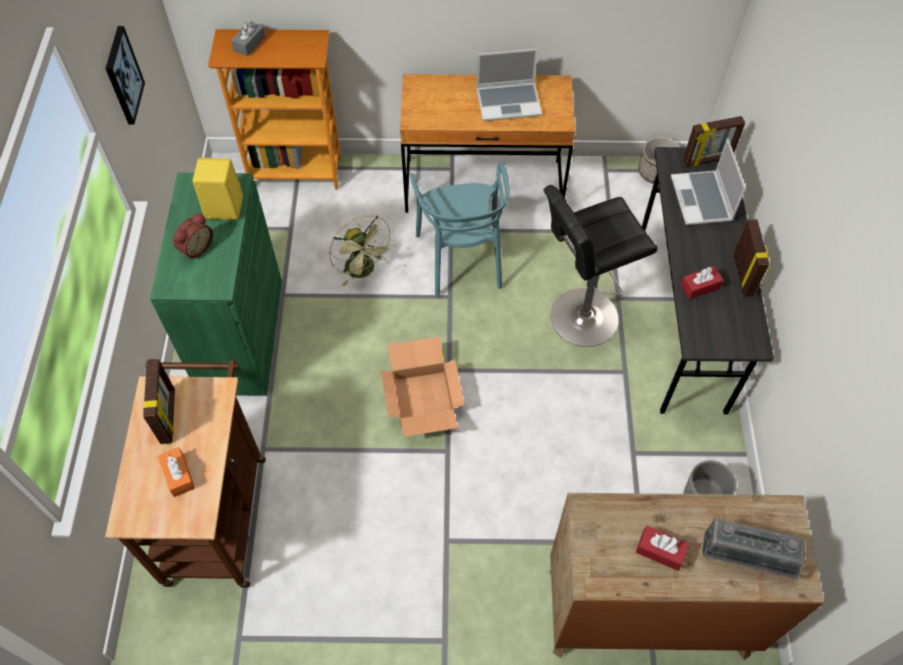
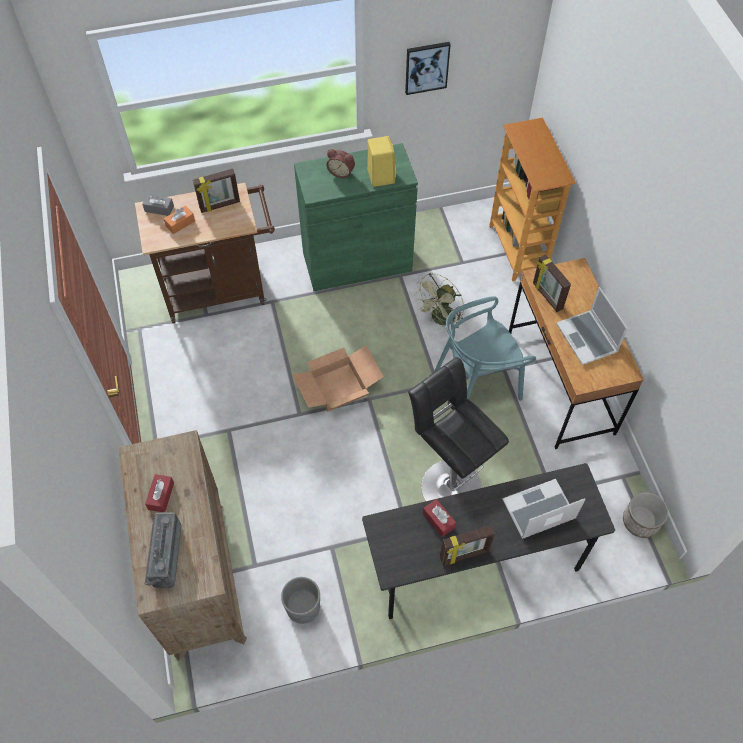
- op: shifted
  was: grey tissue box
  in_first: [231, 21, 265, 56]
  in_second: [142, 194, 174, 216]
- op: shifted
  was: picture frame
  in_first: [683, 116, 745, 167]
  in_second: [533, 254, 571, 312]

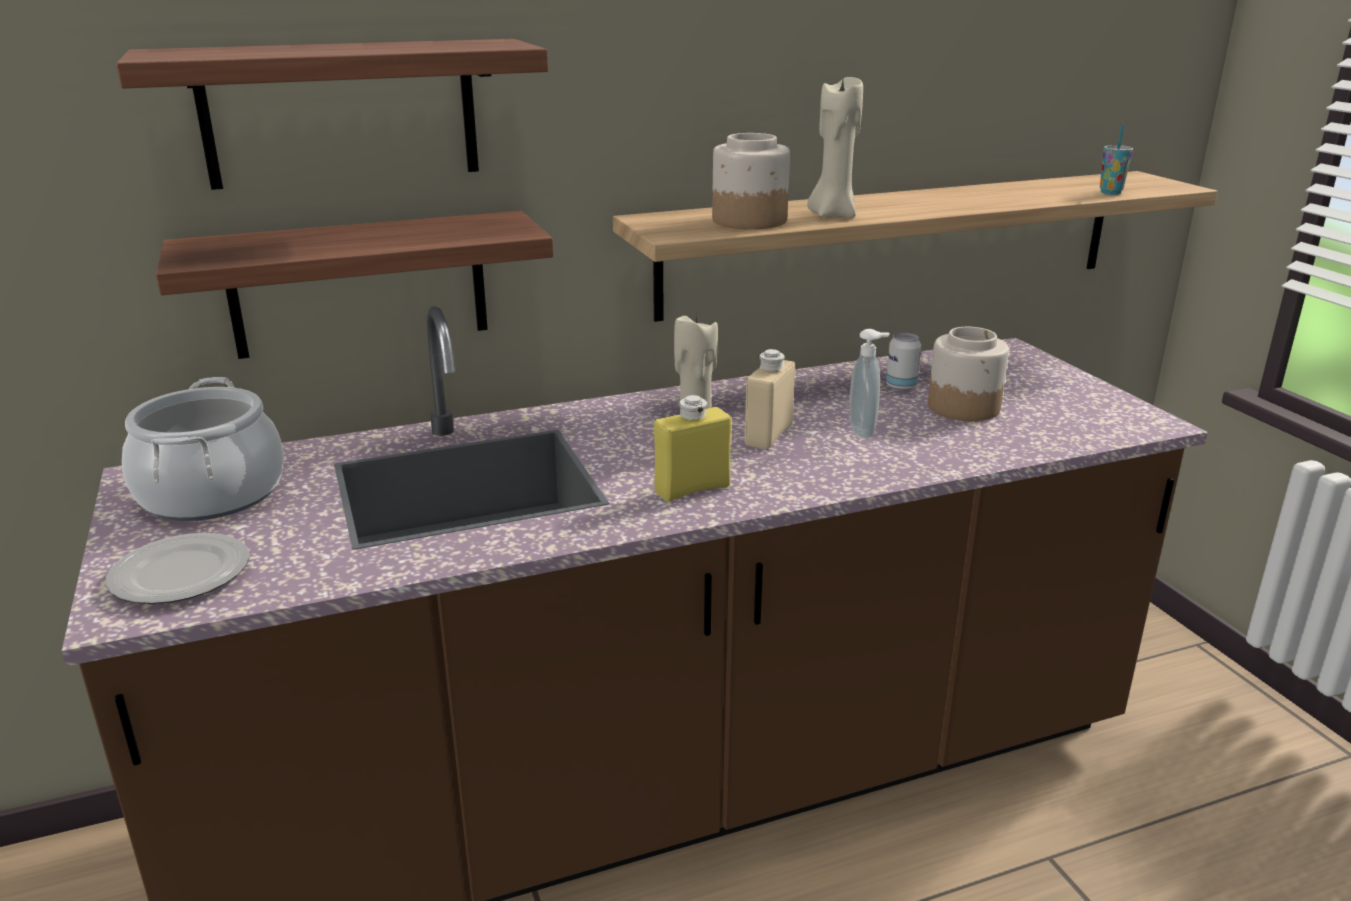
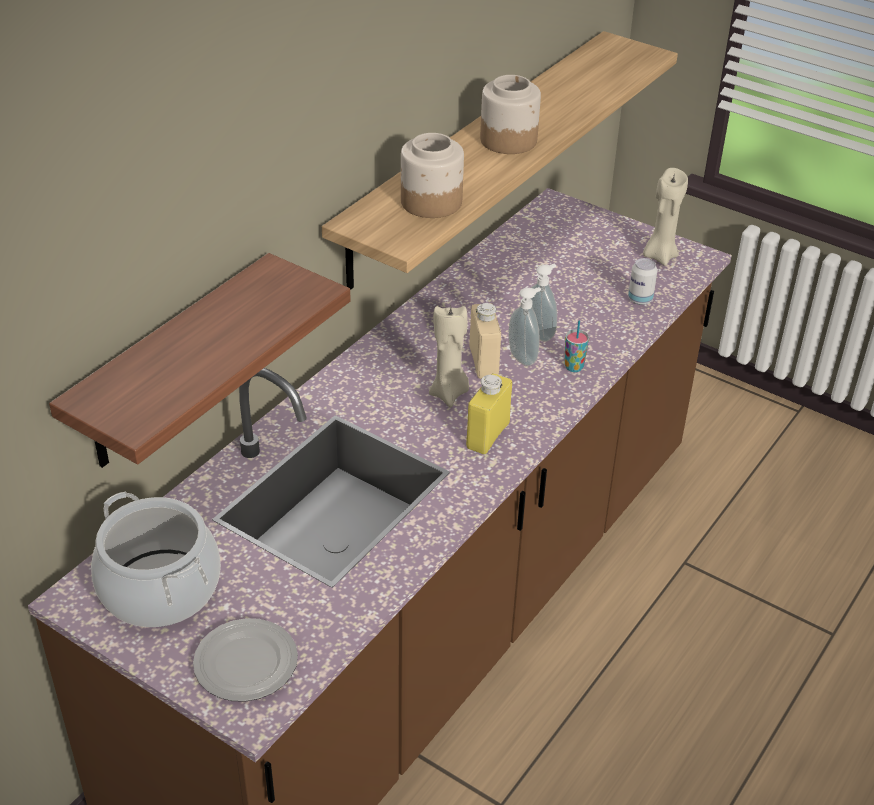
- op: gone
  was: shelf
  in_first: [116, 39, 548, 190]
- op: new
  now: soap dispenser
  in_second: [508, 287, 541, 366]
- op: shifted
  was: beige candle
  in_first: [807, 77, 863, 218]
  in_second: [643, 168, 688, 266]
- op: shifted
  was: can
  in_first: [886, 333, 921, 391]
  in_second: [628, 258, 658, 305]
- op: shifted
  was: jar
  in_first: [928, 327, 1009, 421]
  in_second: [480, 75, 541, 154]
- op: shifted
  was: cup
  in_first: [1100, 125, 1133, 195]
  in_second: [564, 320, 589, 372]

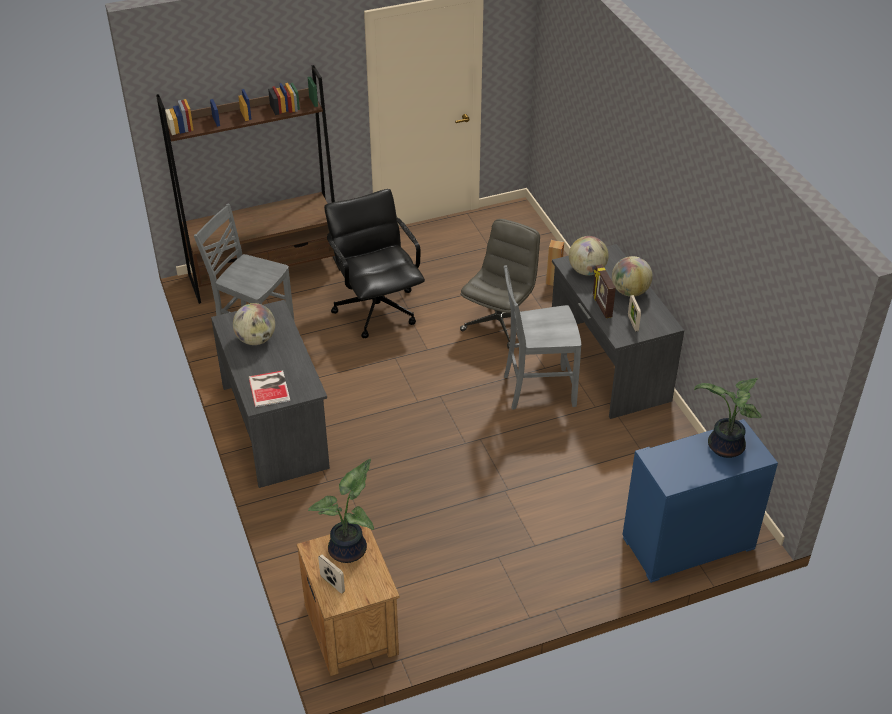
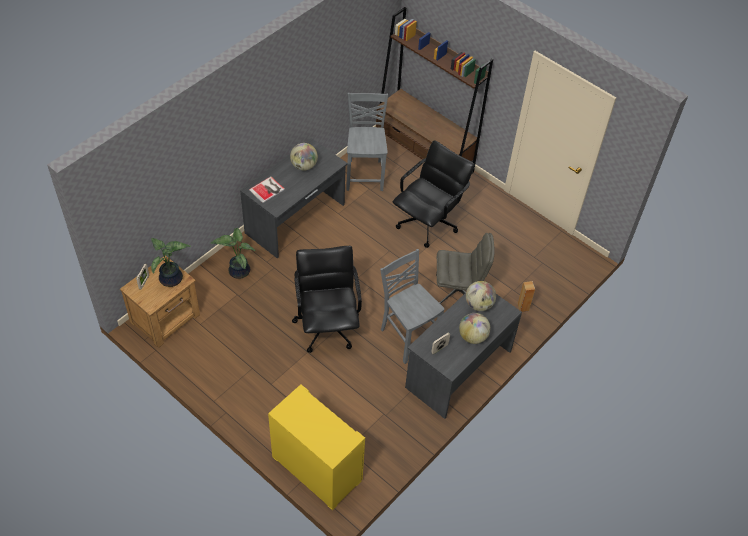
- op: gone
  was: picture frame
  in_first: [593, 264, 616, 318]
- op: new
  now: black office chair
  in_second: [292, 246, 362, 353]
- op: shifted
  was: potted plant
  in_first: [694, 378, 762, 458]
  in_second: [210, 228, 256, 279]
- op: repainted
  was: blue dresser
  now: yellow dresser
  in_first: [622, 419, 778, 583]
  in_second: [268, 385, 365, 510]

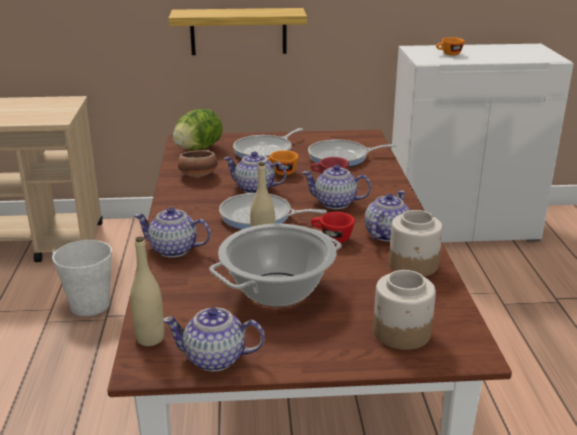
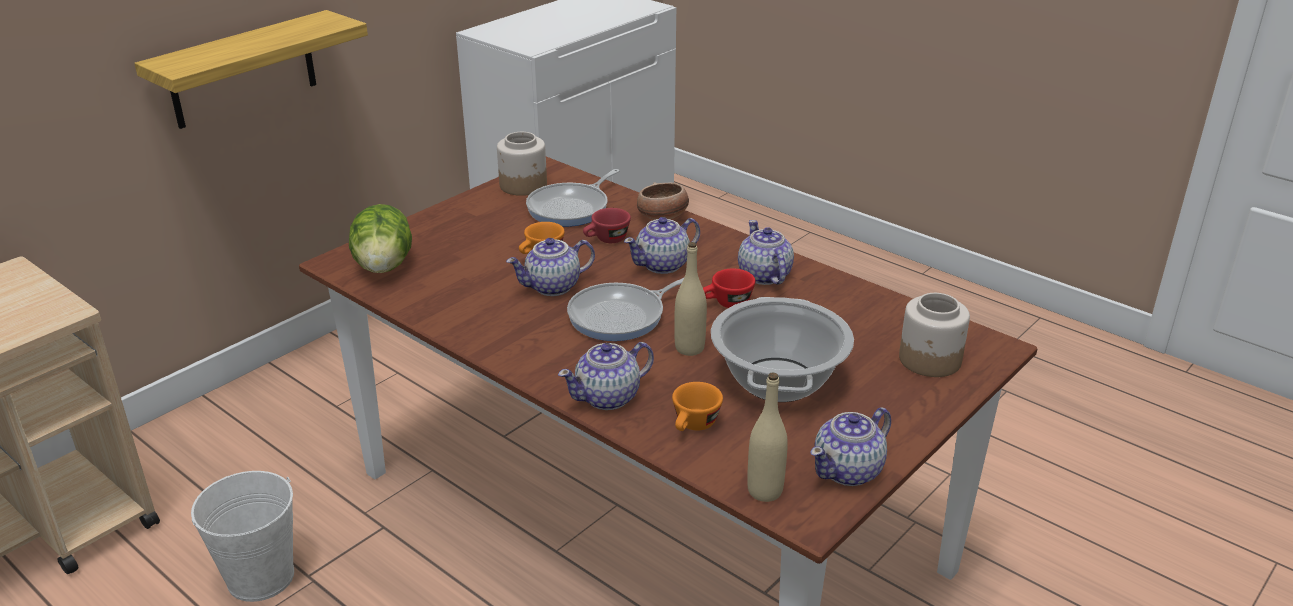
- op: gone
  was: frying pan
  in_first: [233, 128, 303, 158]
- op: shifted
  was: bowl
  in_first: [178, 150, 218, 177]
  in_second: [637, 182, 689, 220]
- op: shifted
  was: jar
  in_first: [389, 210, 443, 277]
  in_second: [497, 132, 547, 196]
- op: shifted
  was: orange cup
  in_first: [436, 37, 465, 55]
  in_second: [672, 382, 723, 431]

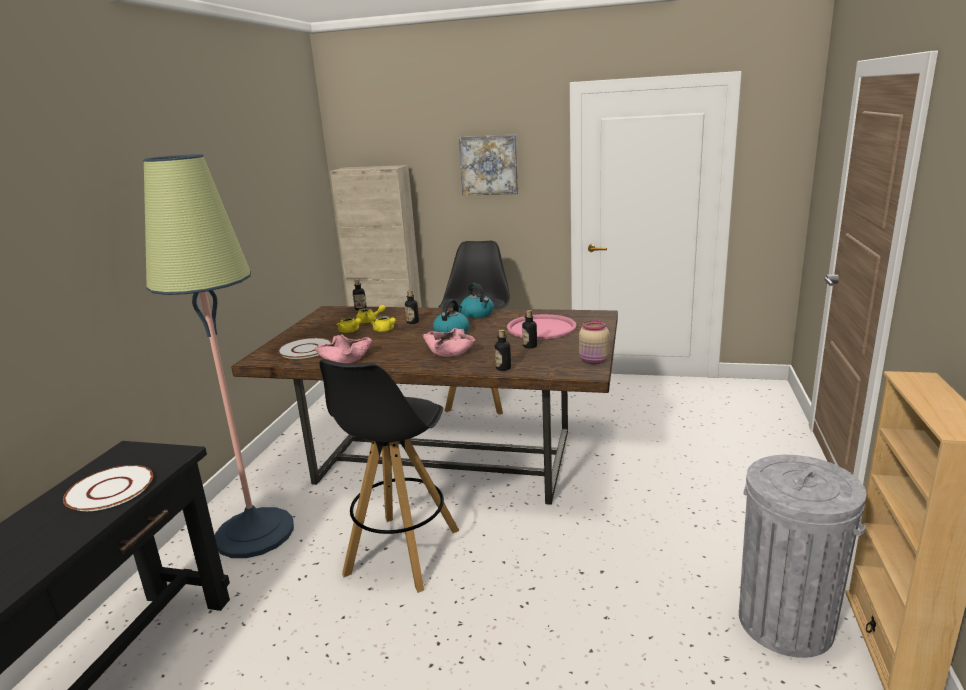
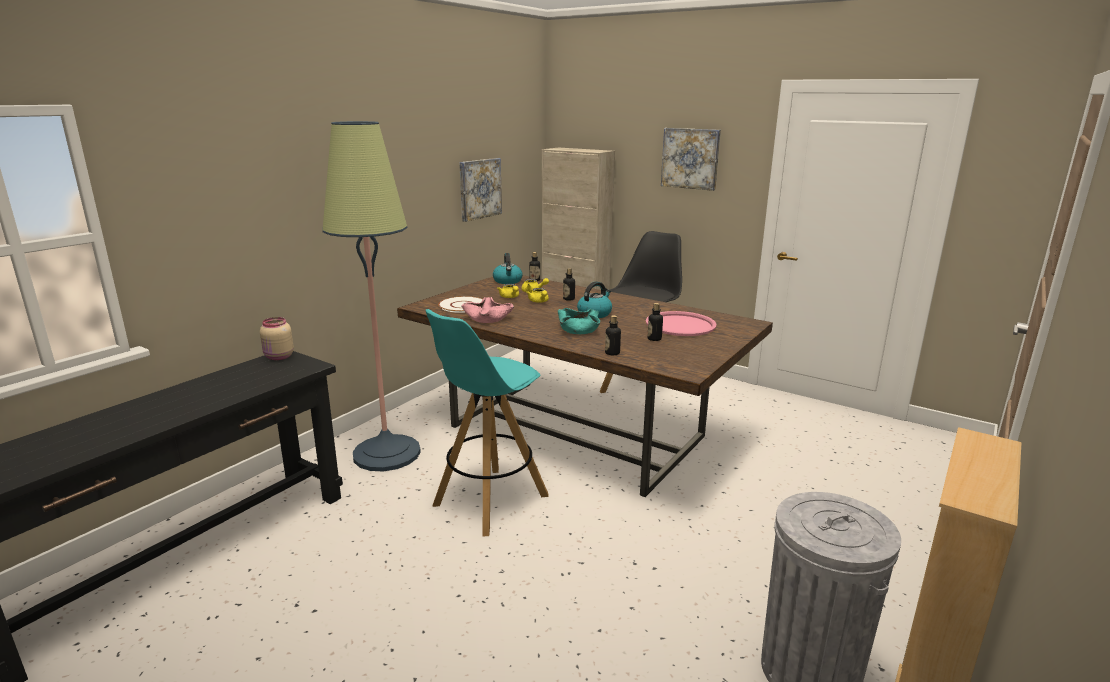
- op: gone
  was: white plate
  in_first: [63, 465, 153, 511]
- op: new
  now: picture
  in_second: [459, 158, 502, 222]
- op: shifted
  was: kettle
  in_first: [460, 283, 494, 318]
  in_second: [493, 253, 523, 284]
- op: shifted
  was: beige jar
  in_first: [579, 320, 610, 364]
  in_second: [260, 317, 294, 360]
- op: repainted
  was: black stool
  now: turquoise stool
  in_first: [319, 359, 460, 593]
  in_second: [425, 309, 549, 537]
- op: repainted
  was: pink bowl
  now: turquoise bowl
  in_first: [423, 328, 475, 357]
  in_second: [558, 308, 600, 334]

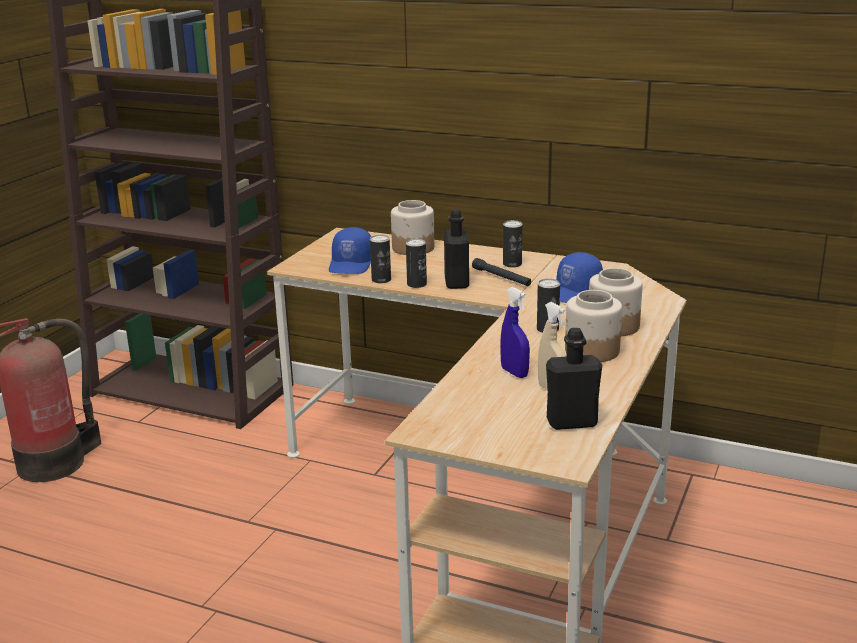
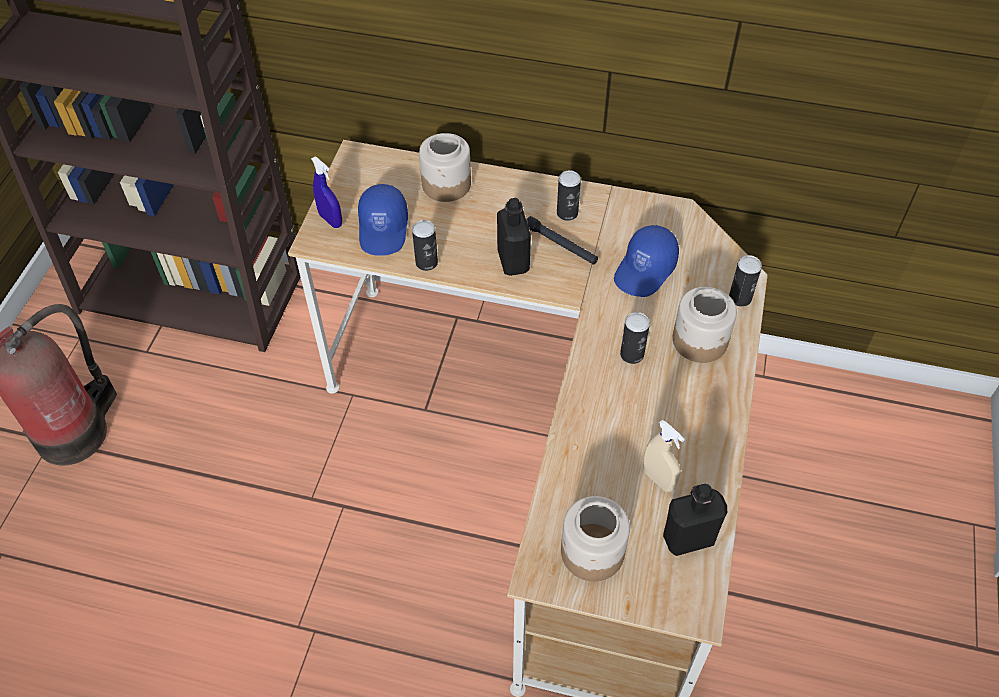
- op: shifted
  was: can
  in_first: [406, 239, 427, 288]
  in_second: [729, 255, 762, 307]
- op: shifted
  was: blue spray bottle
  in_first: [500, 287, 530, 378]
  in_second: [311, 157, 342, 228]
- op: shifted
  was: jar
  in_first: [565, 290, 622, 362]
  in_second: [561, 496, 630, 581]

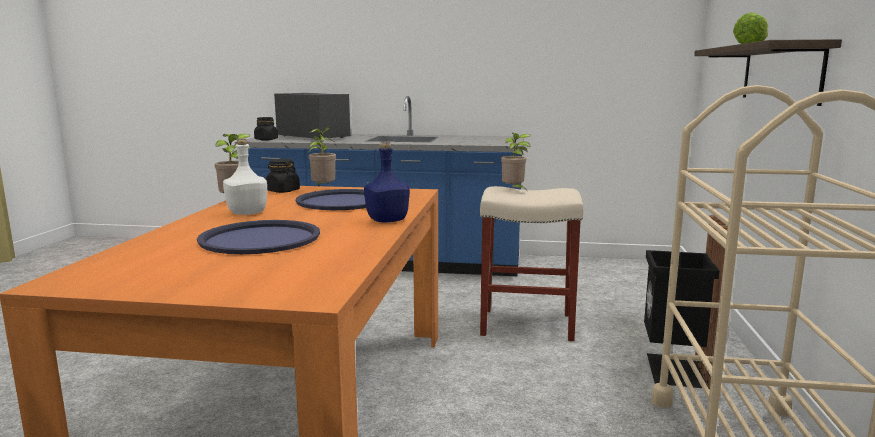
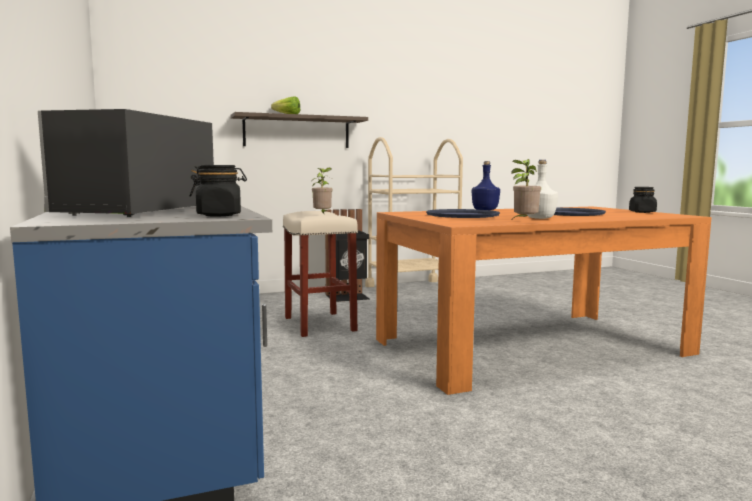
- op: gone
  was: potted plant
  in_first: [308, 127, 336, 186]
- op: shifted
  was: black jar
  in_first: [266, 159, 300, 193]
  in_second: [629, 187, 657, 213]

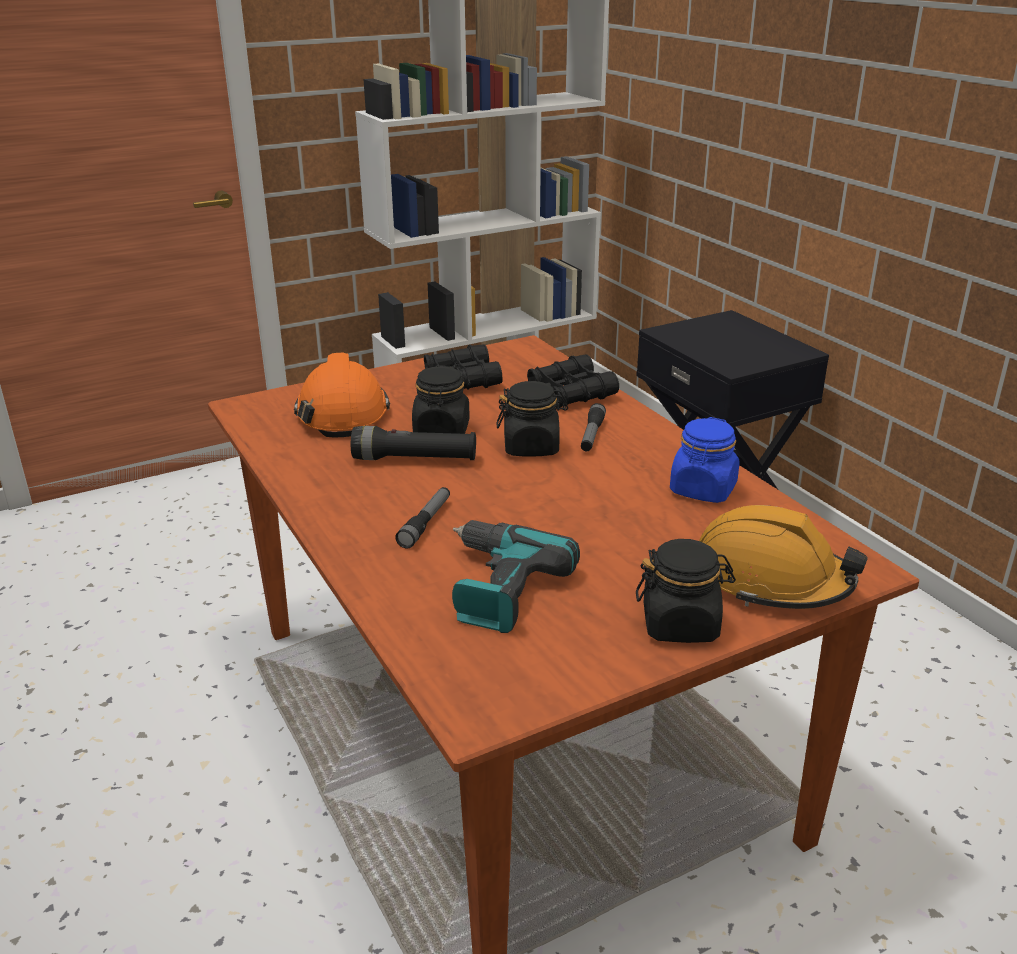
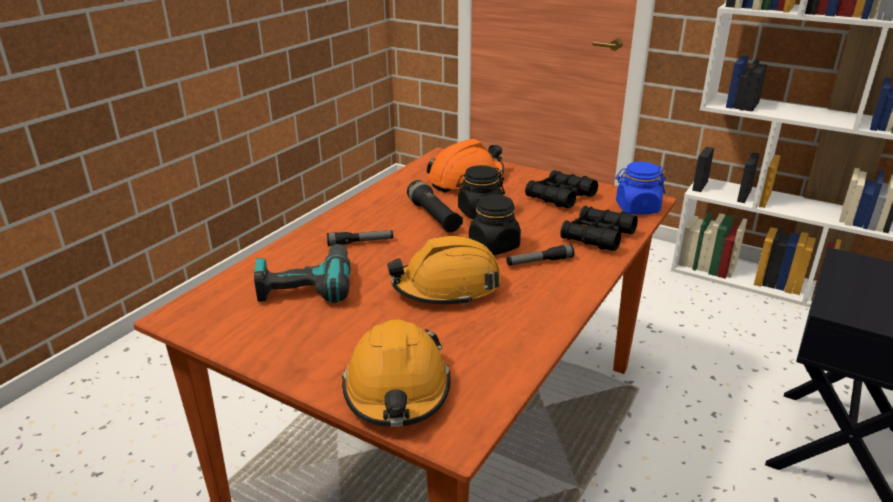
- op: gone
  was: black jar
  in_first: [636, 539, 736, 643]
- op: new
  now: orange hard hat
  in_second: [387, 236, 501, 306]
- op: shifted
  was: blue jar
  in_first: [670, 417, 740, 503]
  in_second: [615, 162, 666, 214]

